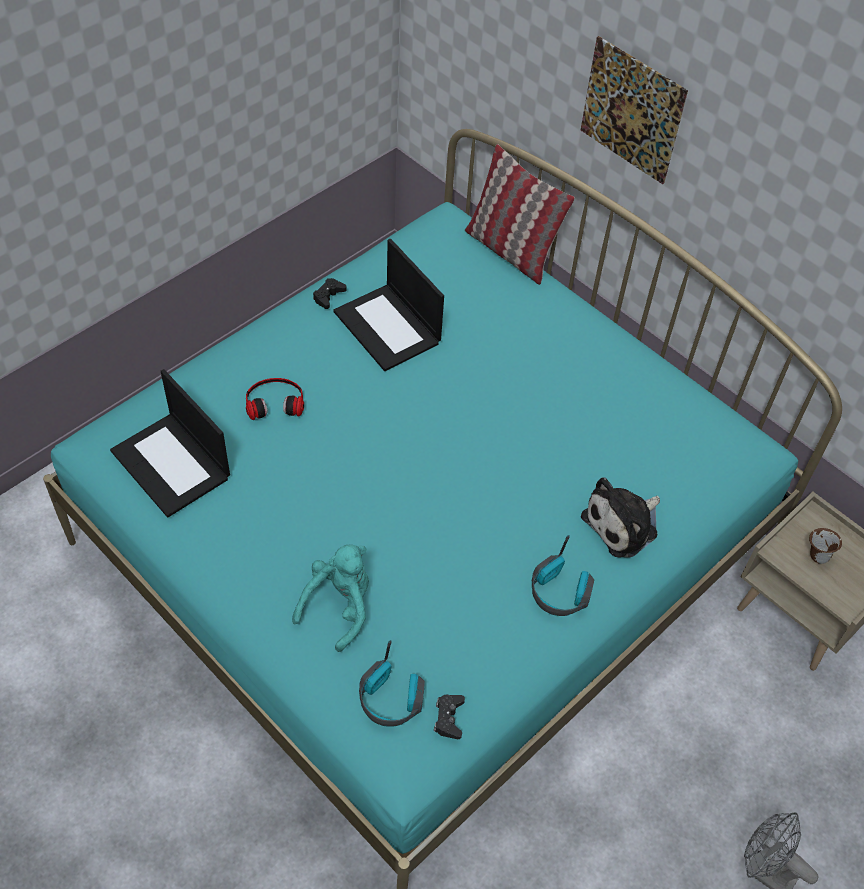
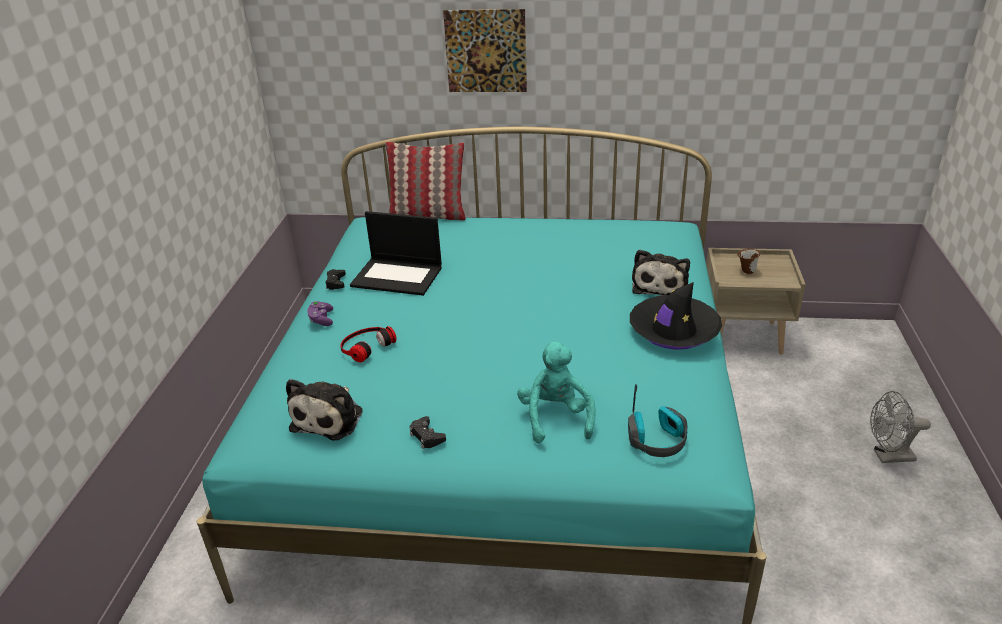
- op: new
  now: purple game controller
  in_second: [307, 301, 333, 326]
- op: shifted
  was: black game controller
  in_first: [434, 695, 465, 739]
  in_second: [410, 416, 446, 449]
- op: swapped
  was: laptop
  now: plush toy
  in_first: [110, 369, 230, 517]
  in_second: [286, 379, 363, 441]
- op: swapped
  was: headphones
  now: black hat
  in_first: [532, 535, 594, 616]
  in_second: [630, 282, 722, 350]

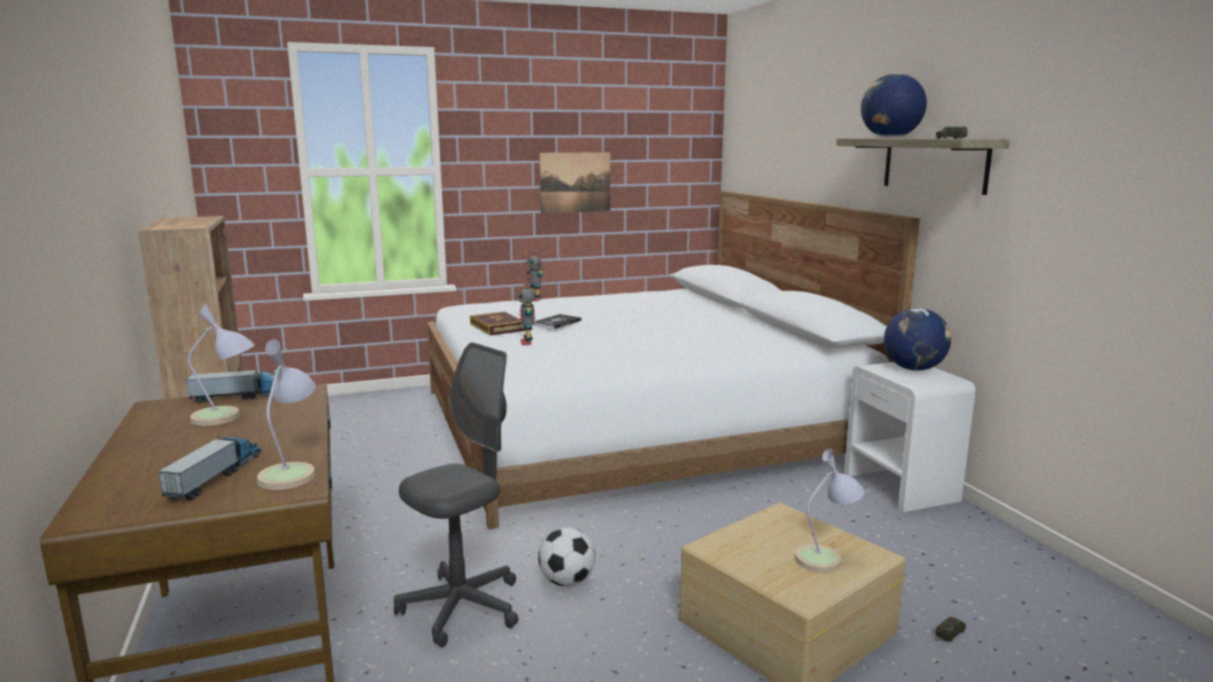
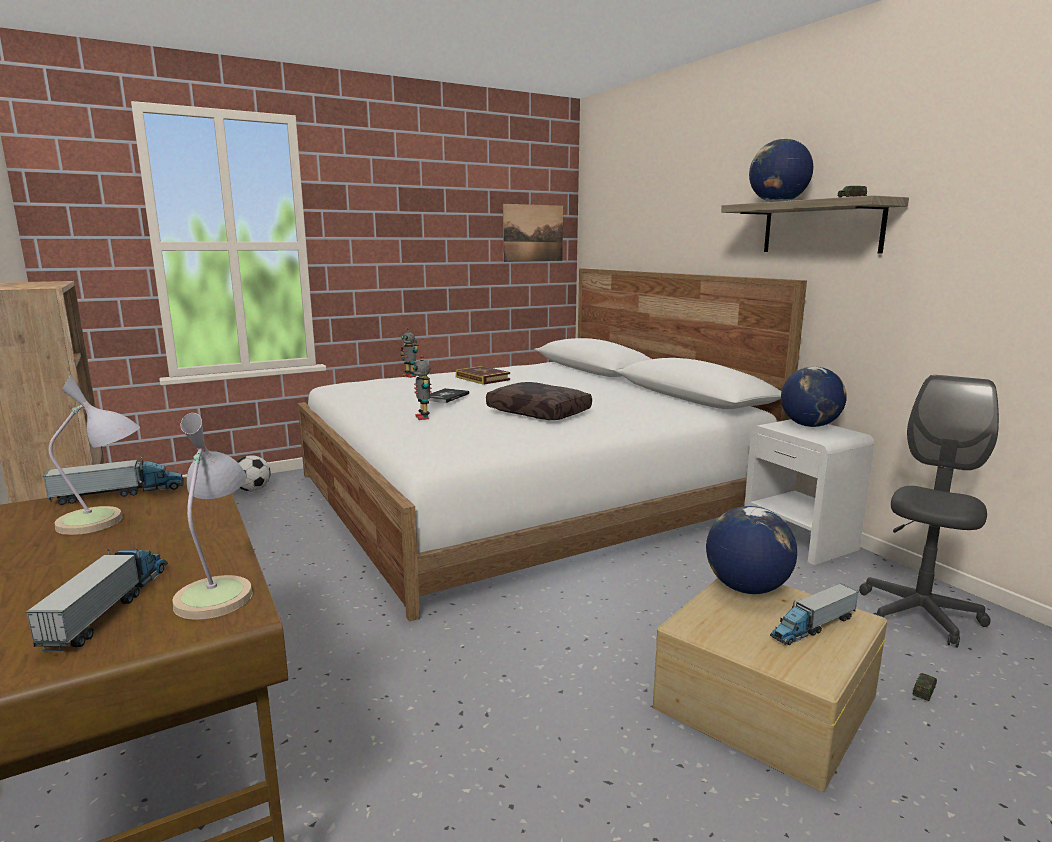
- op: new
  now: brown pillow
  in_second: [486, 382, 592, 420]
- op: new
  now: globe
  in_second: [706, 506, 797, 594]
- op: shifted
  was: grey office chair
  in_first: [394, 342, 518, 647]
  in_second: [859, 375, 999, 648]
- op: shifted
  was: book
  in_first: [470, 311, 525, 335]
  in_second: [456, 366, 510, 385]
- op: shifted
  was: football
  in_first: [538, 527, 595, 586]
  in_second: [237, 455, 271, 491]
- op: shifted
  was: picture
  in_first: [539, 152, 610, 213]
  in_second: [503, 204, 563, 262]
- op: swapped
  was: table lamp
  now: toy truck
  in_first: [795, 449, 864, 572]
  in_second: [770, 583, 859, 645]

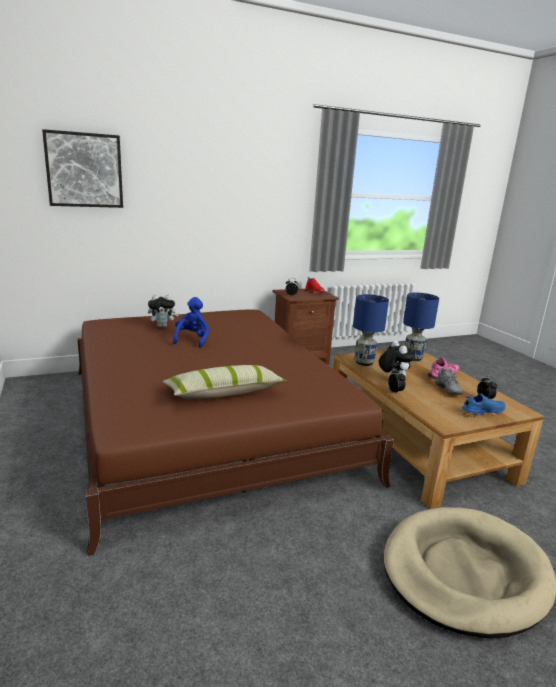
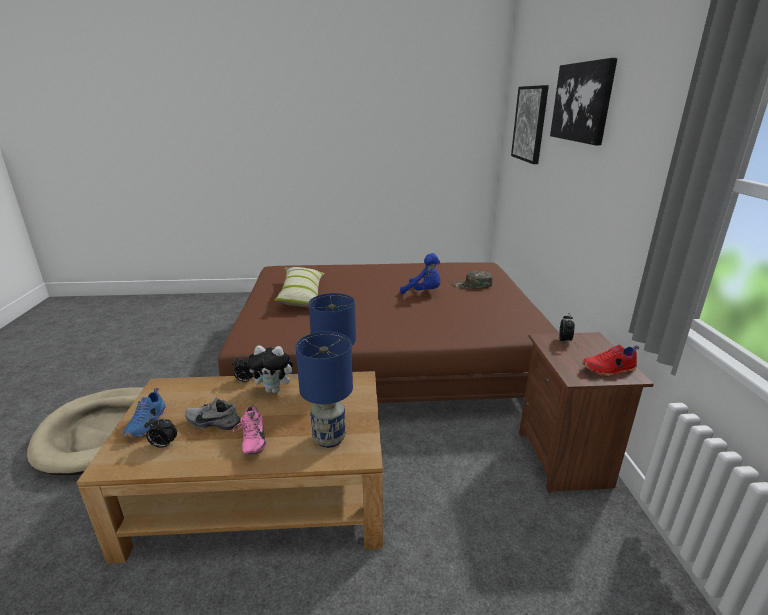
- op: new
  now: picture
  in_second: [550, 58, 617, 145]
- op: swapped
  was: plush toy
  now: green cap
  in_first: [148, 295, 179, 327]
  in_second: [454, 271, 492, 289]

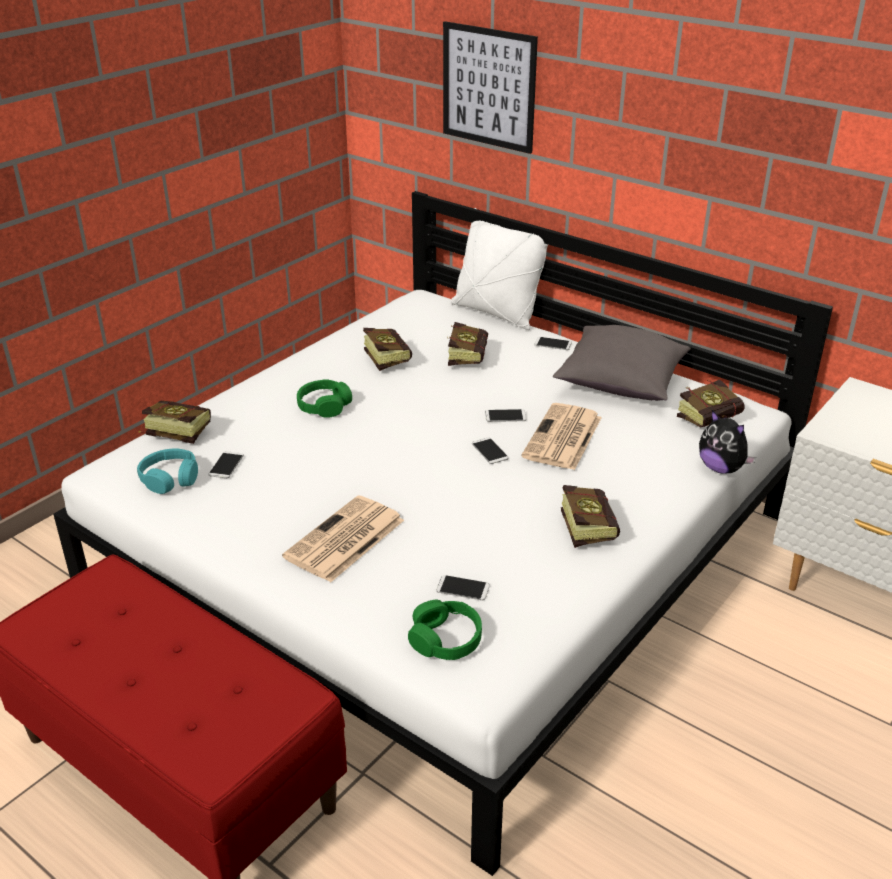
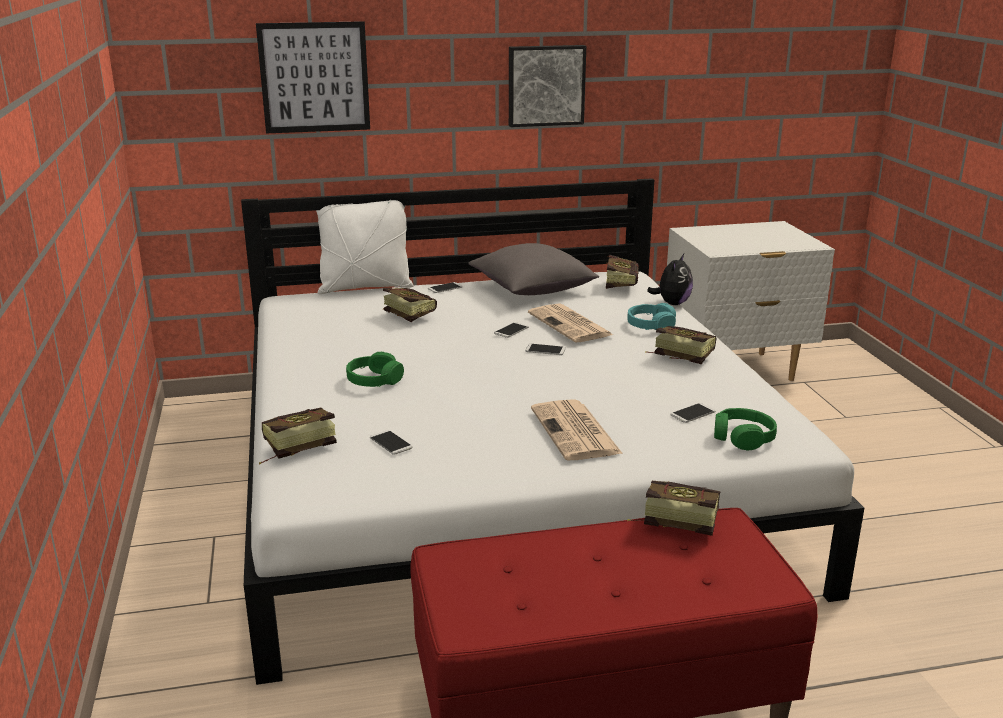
- op: new
  now: picture
  in_second: [509, 45, 586, 127]
- op: shifted
  was: turquoise headphones
  in_first: [137, 448, 198, 494]
  in_second: [627, 303, 676, 330]
- op: shifted
  was: book
  in_first: [363, 328, 412, 371]
  in_second: [627, 481, 721, 536]
- op: rotated
  was: plush toy
  in_first: [699, 410, 756, 474]
  in_second: [647, 254, 693, 305]
  clockwise: -60

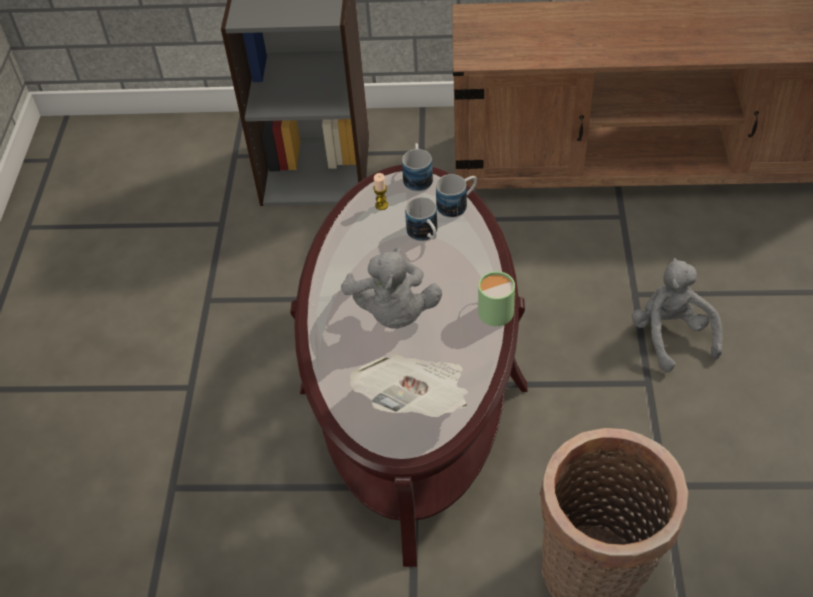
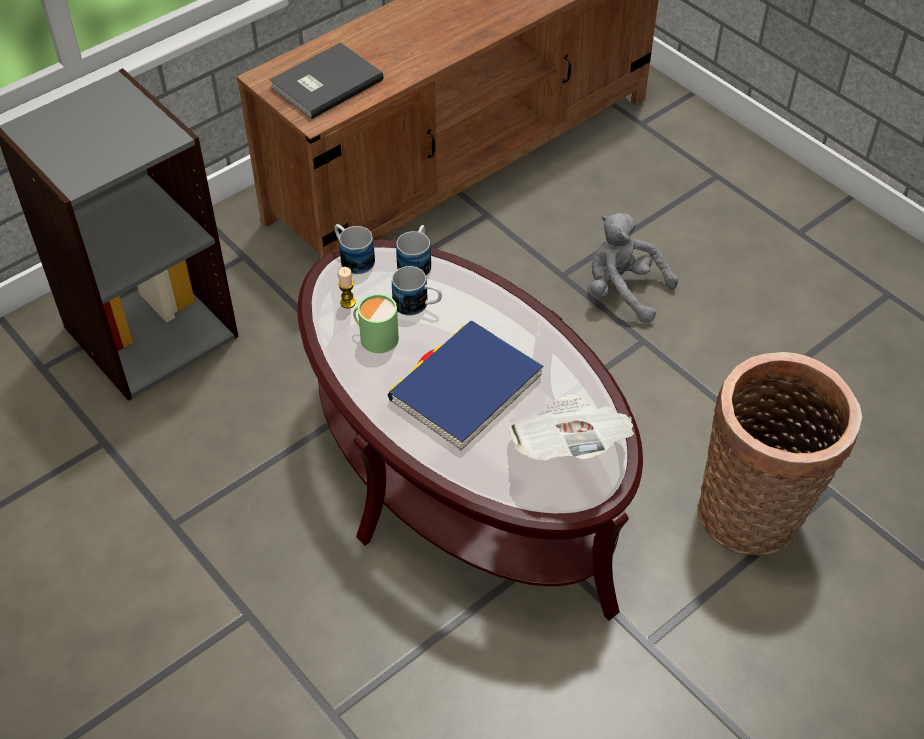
- op: new
  now: grey book
  in_second: [269, 42, 384, 119]
- op: shifted
  was: green mug
  in_first: [478, 271, 516, 326]
  in_second: [353, 294, 399, 353]
- op: swapped
  was: grey plush toy
  now: blue book
  in_first: [341, 248, 442, 329]
  in_second: [388, 321, 544, 451]

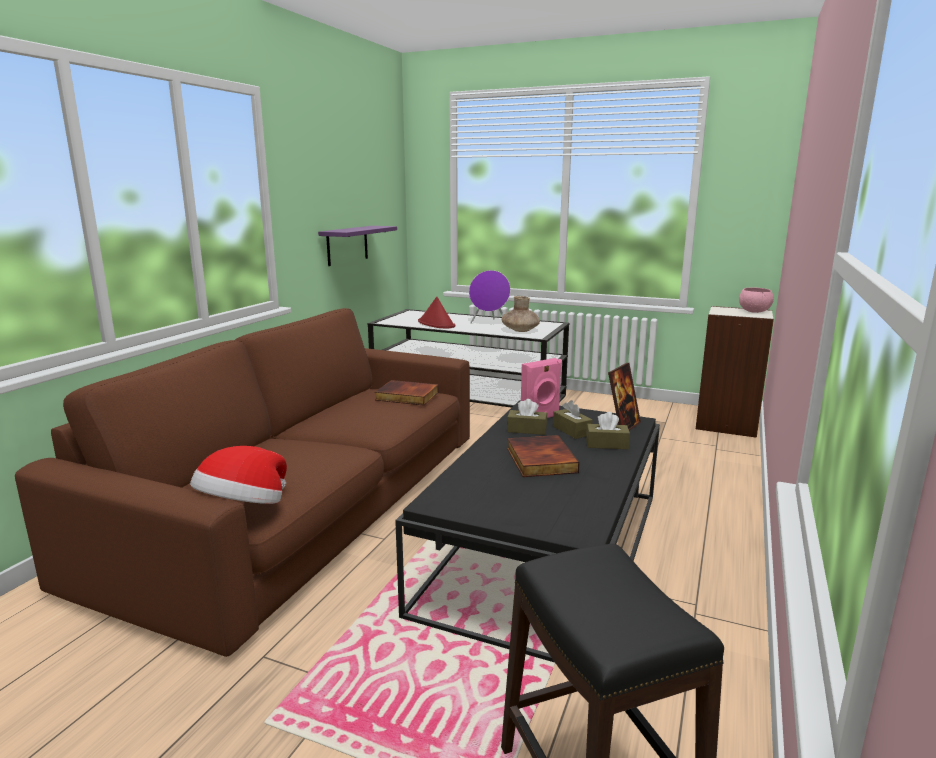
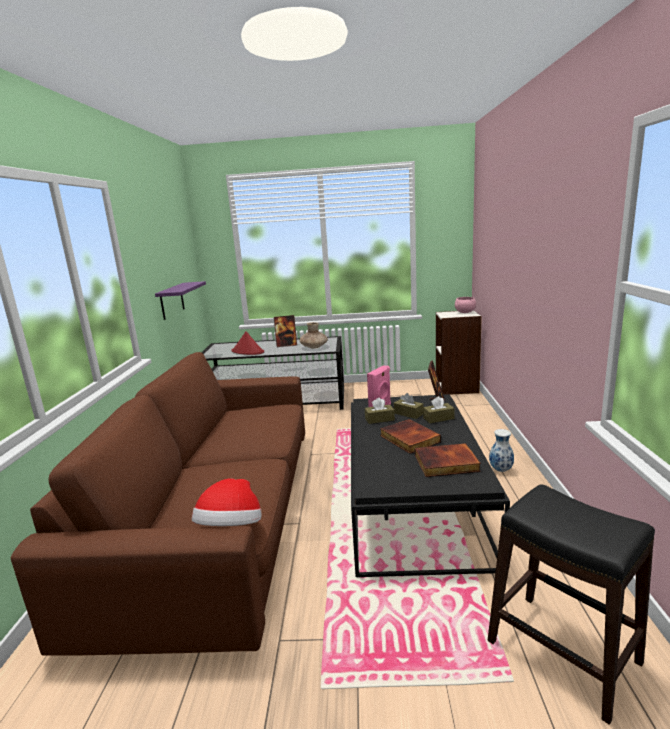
- op: new
  now: vase
  in_second: [489, 429, 514, 472]
- op: shifted
  was: book
  in_first: [375, 380, 439, 405]
  in_second: [415, 443, 481, 477]
- op: swapped
  was: purple speaker
  now: picture frame
  in_first: [469, 270, 510, 323]
  in_second: [274, 315, 297, 347]

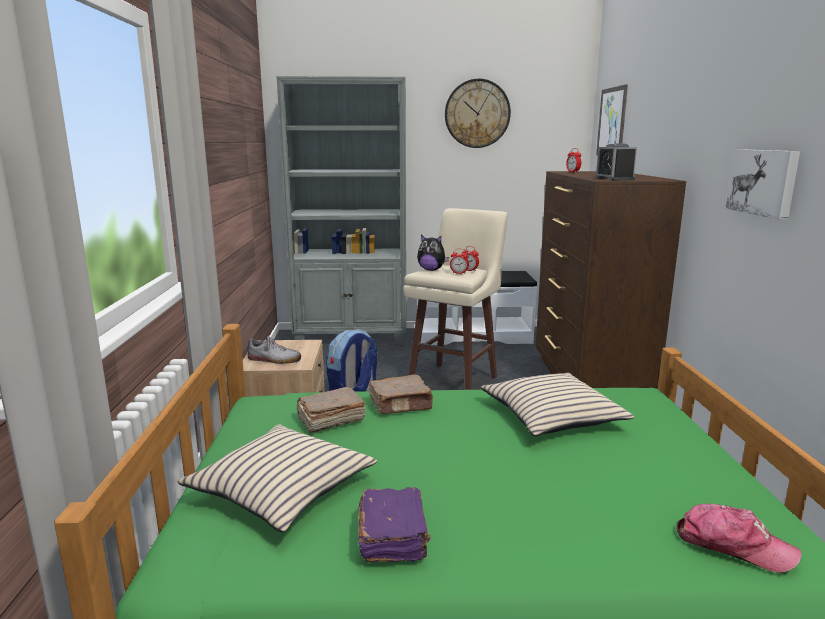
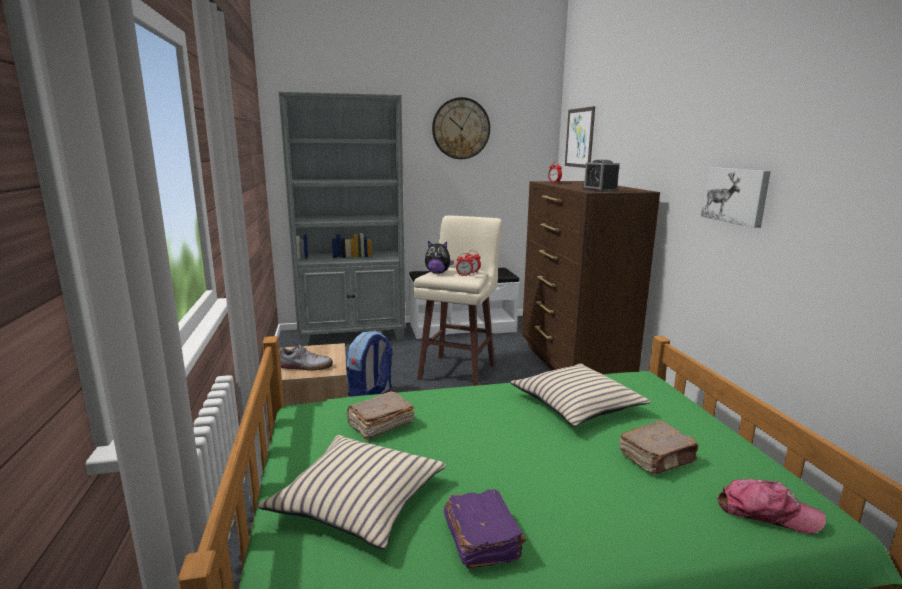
- op: shifted
  was: brown book
  in_first: [369, 375, 433, 414]
  in_second: [619, 421, 698, 474]

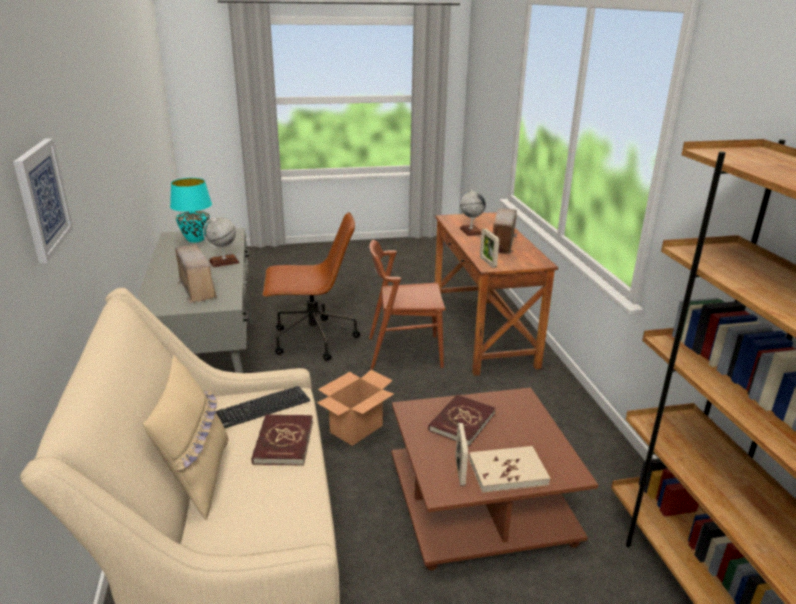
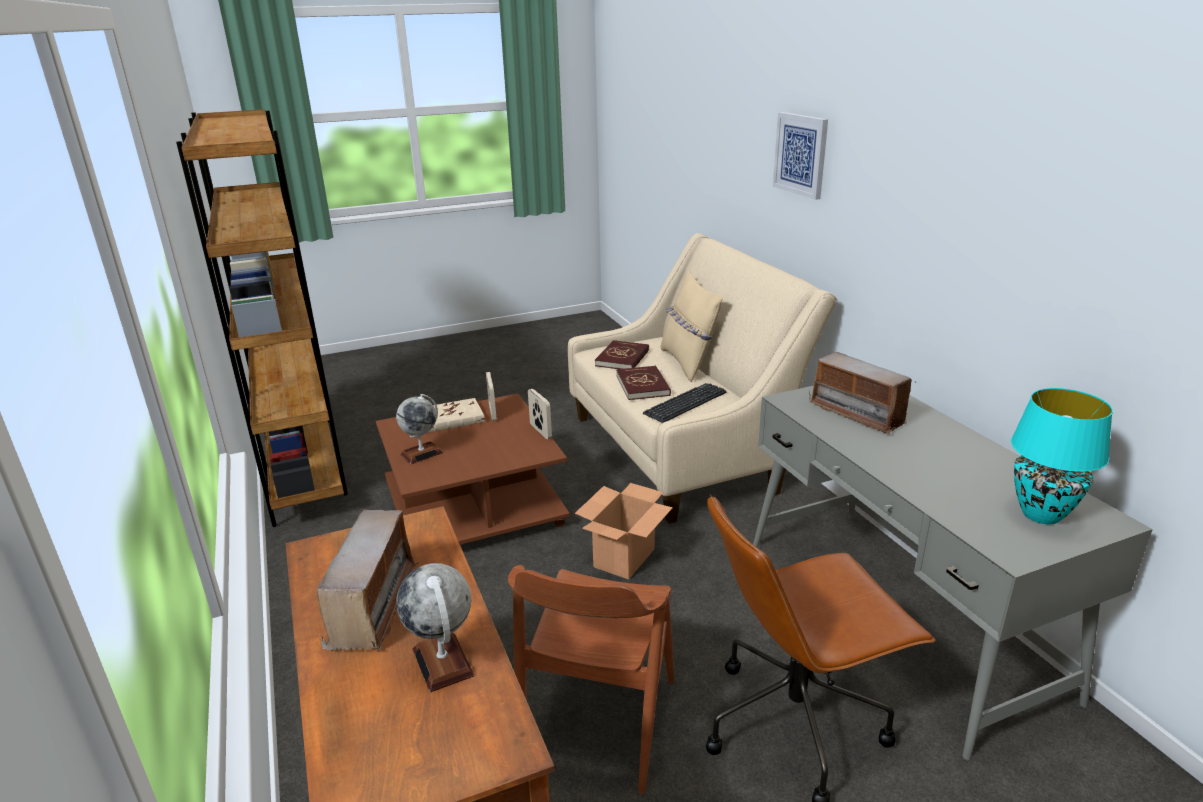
- op: shifted
  was: globe
  in_first: [203, 217, 240, 267]
  in_second: [396, 394, 443, 464]
- op: shifted
  was: red book
  in_first: [428, 394, 496, 446]
  in_second: [595, 340, 649, 369]
- op: shifted
  was: picture frame
  in_first: [480, 229, 499, 268]
  in_second: [528, 389, 552, 439]
- op: rotated
  was: brown chair
  in_first: [369, 240, 445, 369]
  in_second: [508, 565, 674, 794]
  clockwise: 120

